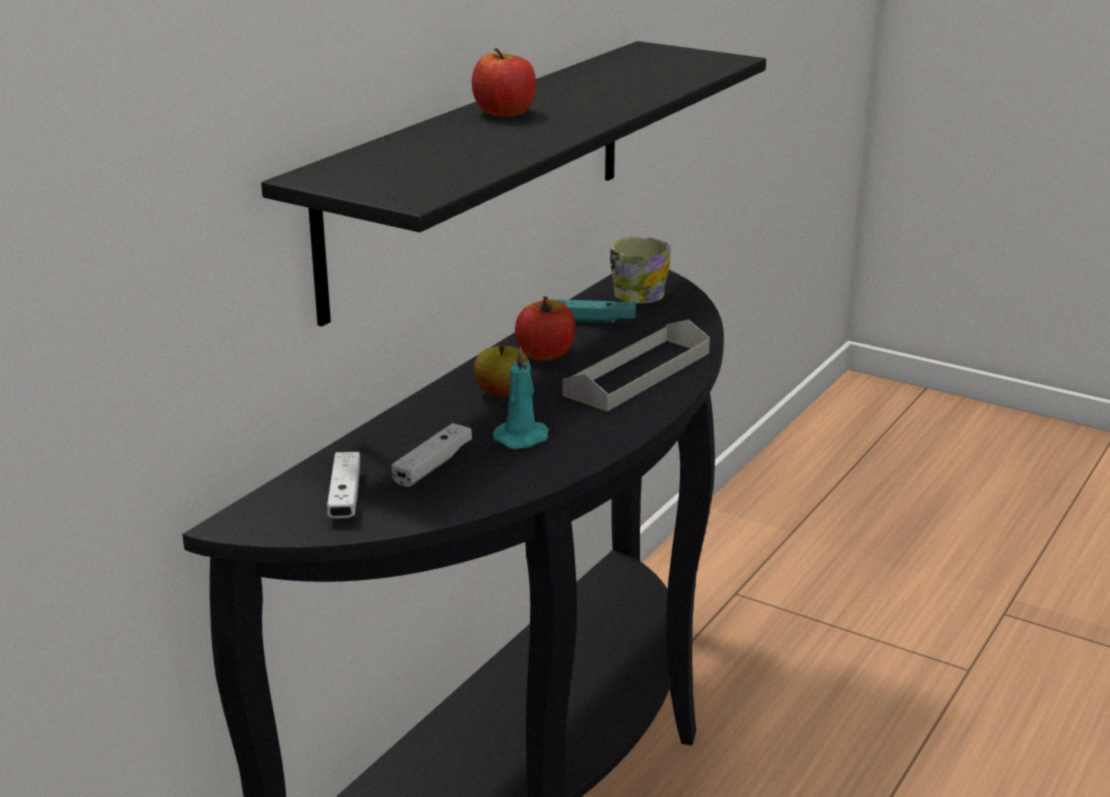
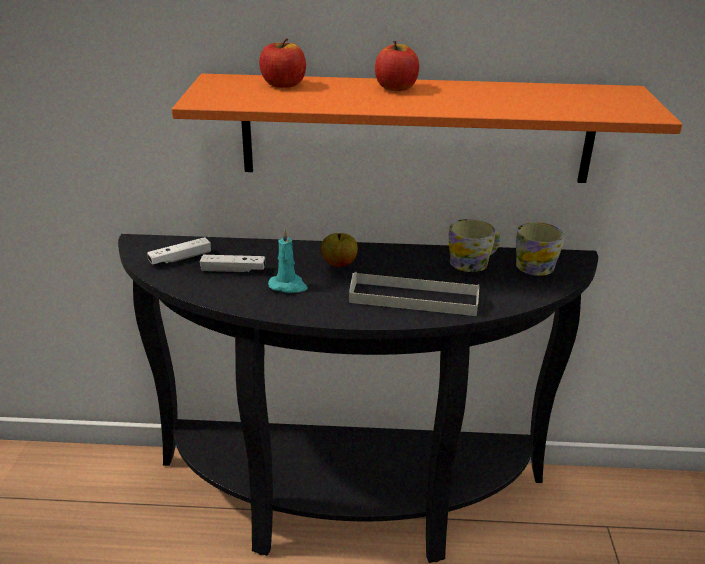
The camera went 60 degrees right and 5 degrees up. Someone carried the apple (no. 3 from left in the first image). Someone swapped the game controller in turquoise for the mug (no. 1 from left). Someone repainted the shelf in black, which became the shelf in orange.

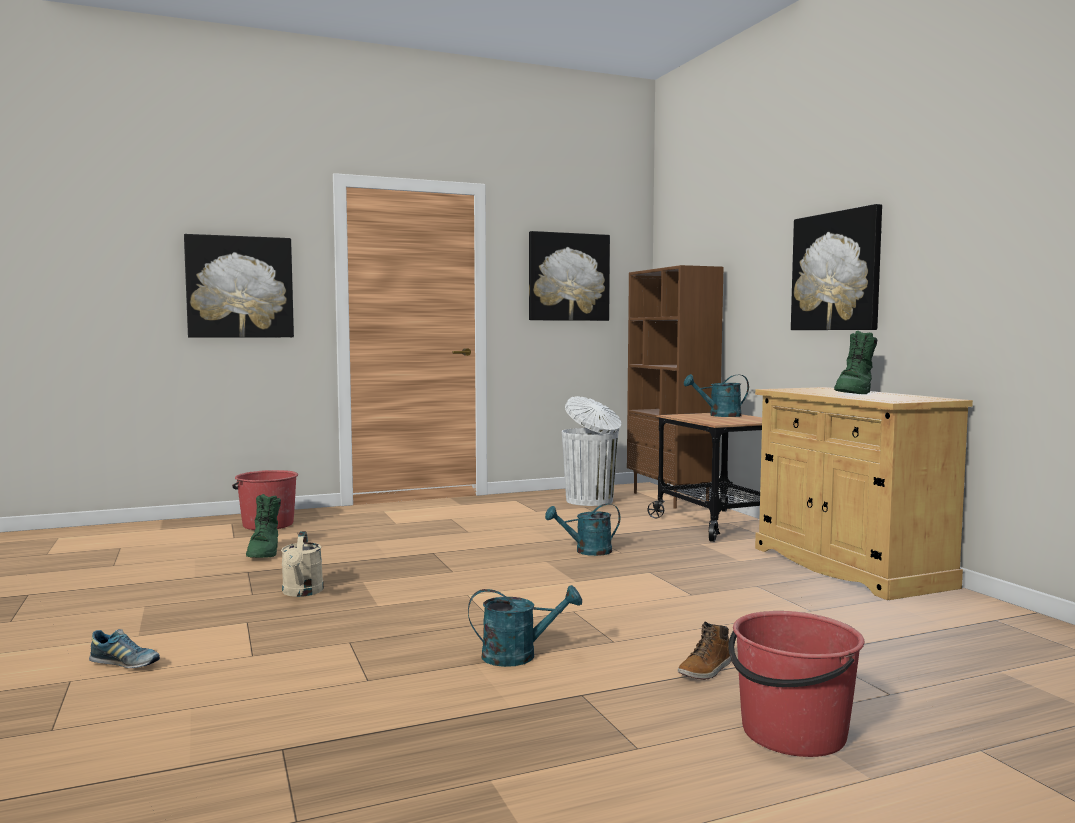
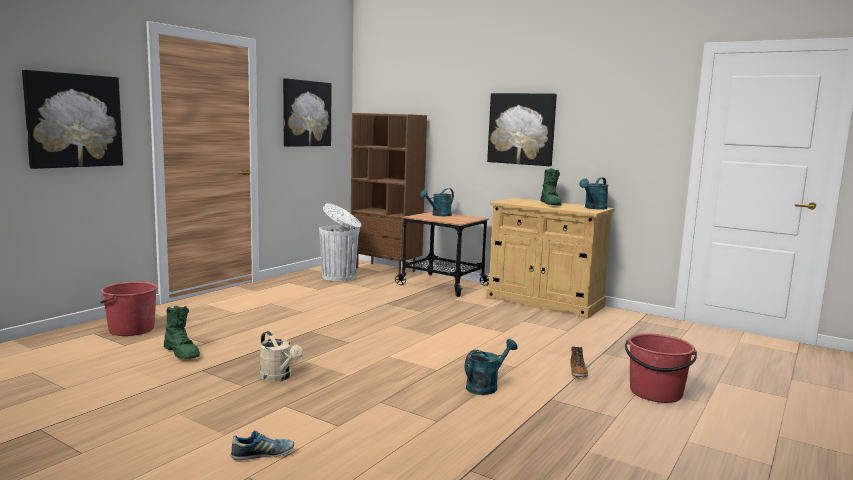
The camera went 35 degrees left and 5 degrees up. Someone carried the watering can in turquoise (no. 2 from left in the first image).

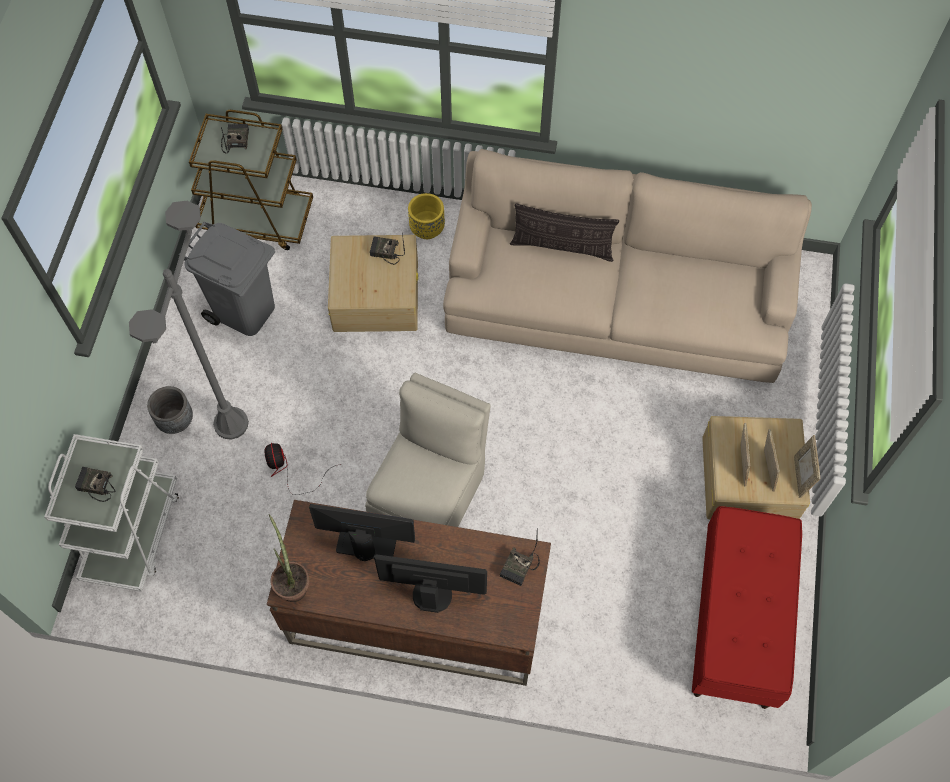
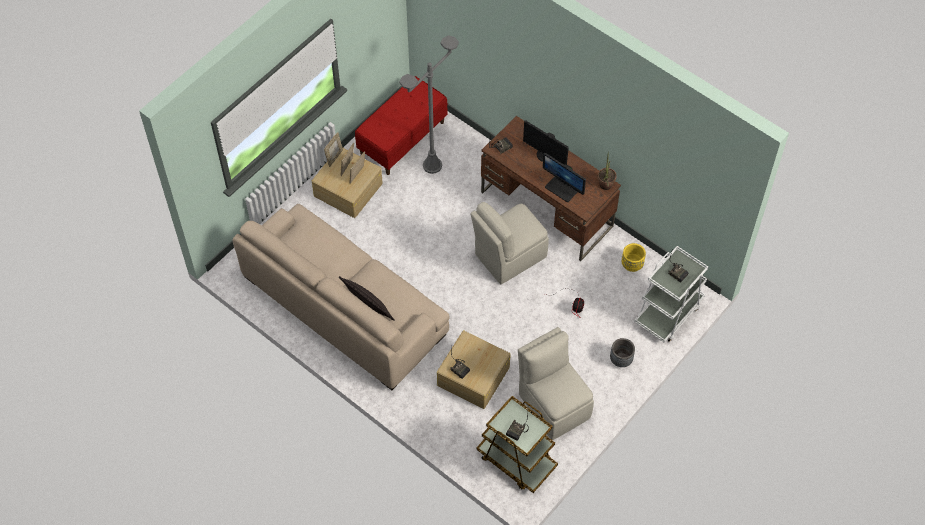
The camera went 150 degrees left and 5 degrees down. Someone carried the floor lamp in grey. Someone carried the planter in yellow. Someone swapped the trash can in grey for the chair in beige (no. 2 from left).

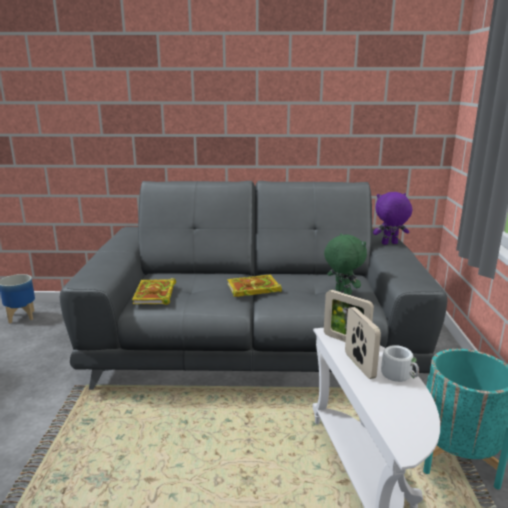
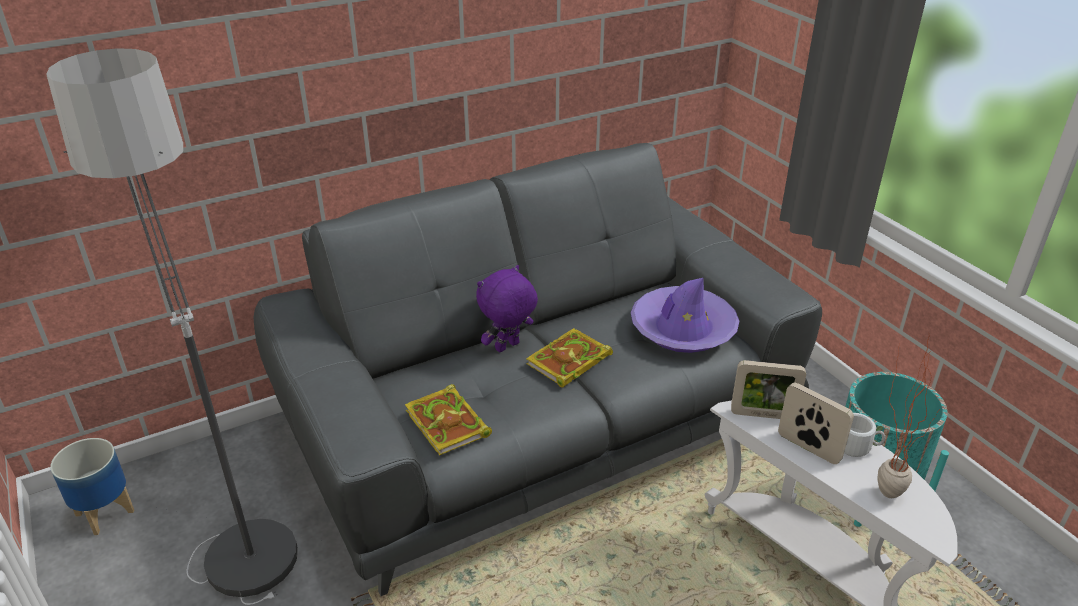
The camera went 30 degrees left and 15 degrees up. Someone put down the floor lamp. Someone put down the potted plant. Someone carried the plush toy in purple. Someone swapped the plush toy in green for the hat in purple.

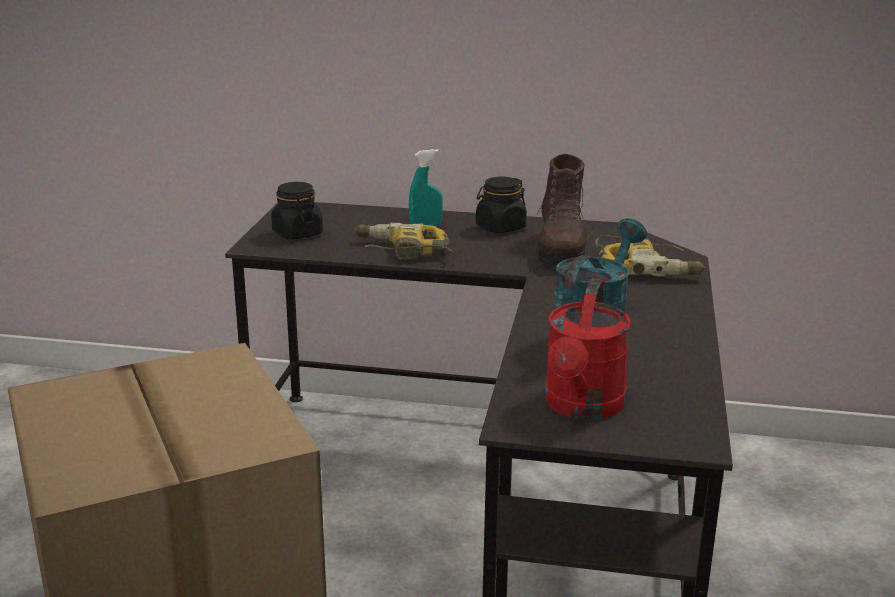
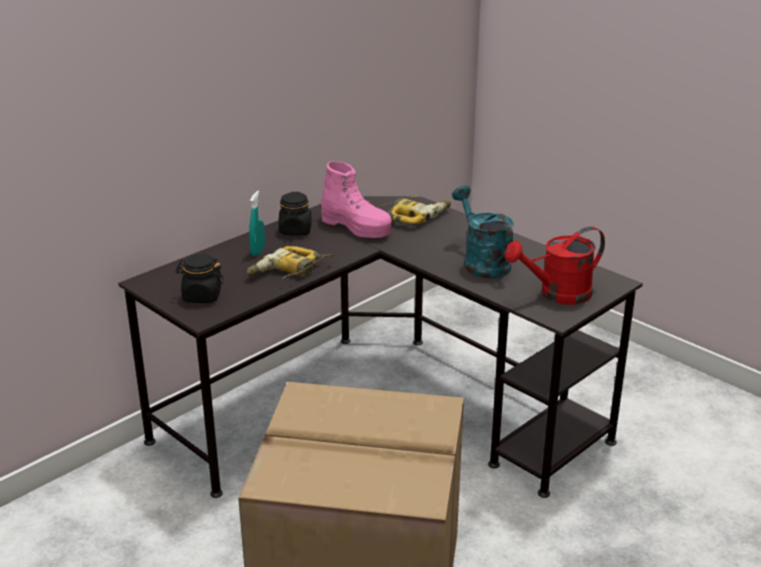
The camera went 55 degrees left and 5 degrees up. Someone repainted the boot in brown, which became the boot in pink. Someone rotated the watering can in red by 105 degrees clockwise.

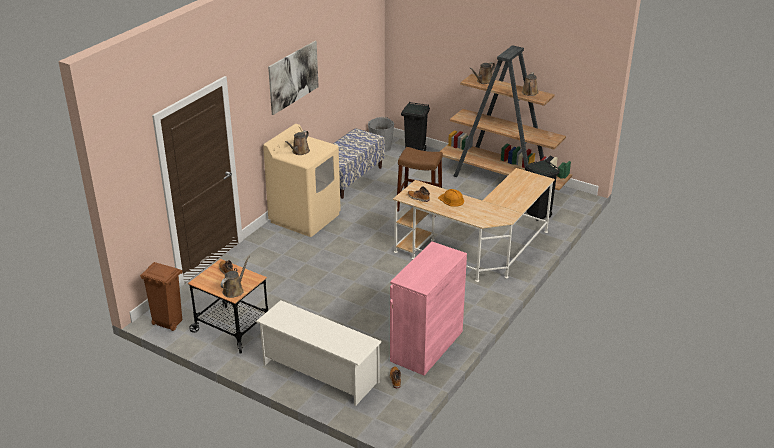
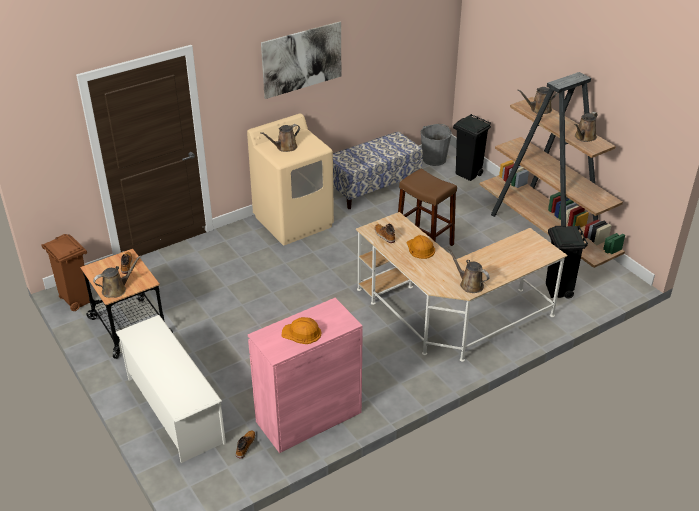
The camera went 25 degrees right and 5 degrees up. Someone put down the hard hat in orange (no. 1 from left). Someone put down the watering can in brown (no. 3 from left).

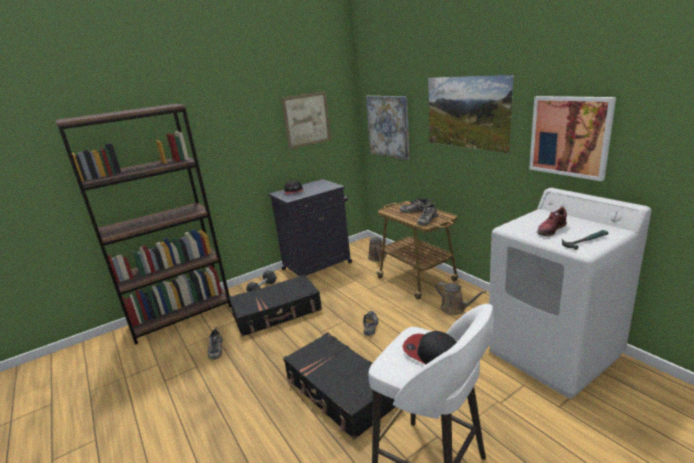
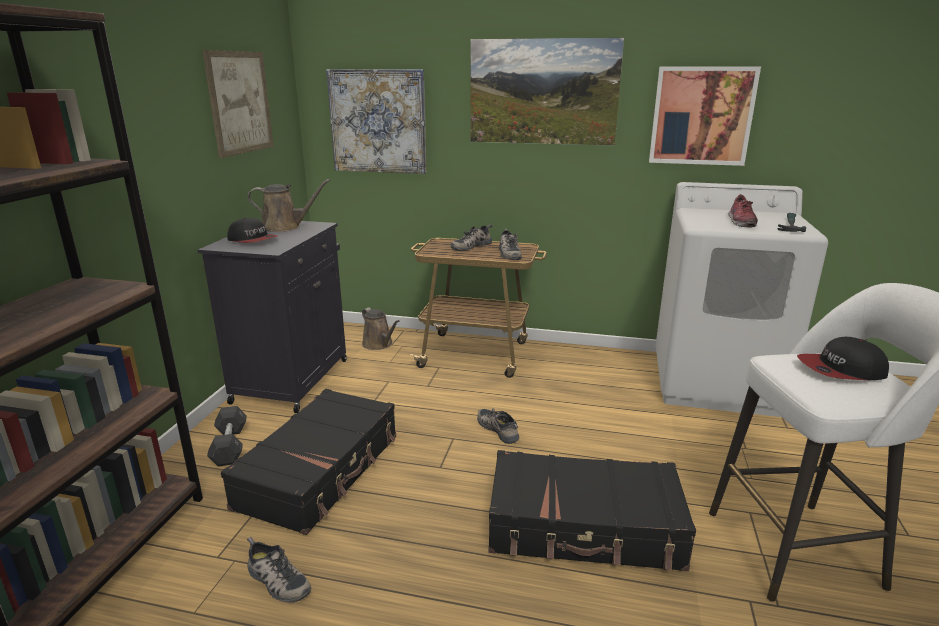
The camera went 45 degrees left and 0 degrees up. Someone carried the watering can in brown (no. 2 from left in the first image).

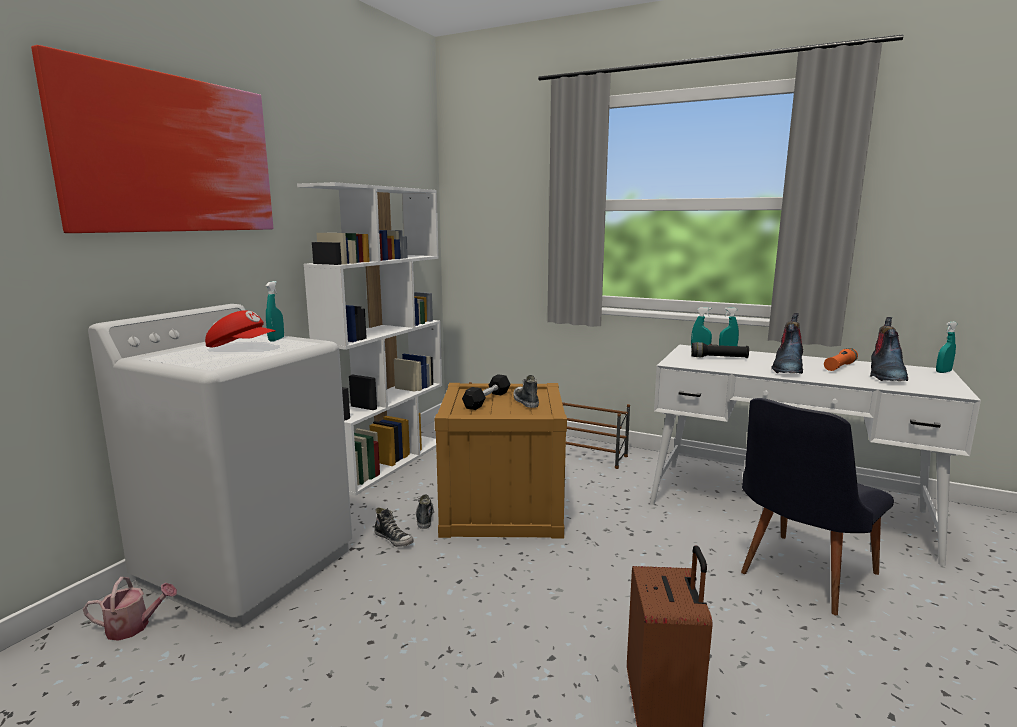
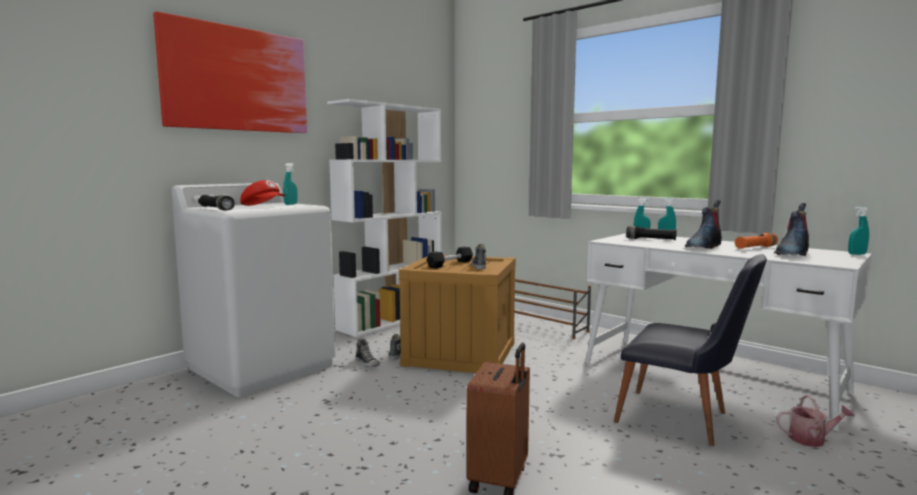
The camera went 15 degrees right and 5 degrees down. Someone put down the flashlight in black (no. 1 from left). Someone carried the watering can. Someone rotated the chair in black by 120 degrees counterclockwise.

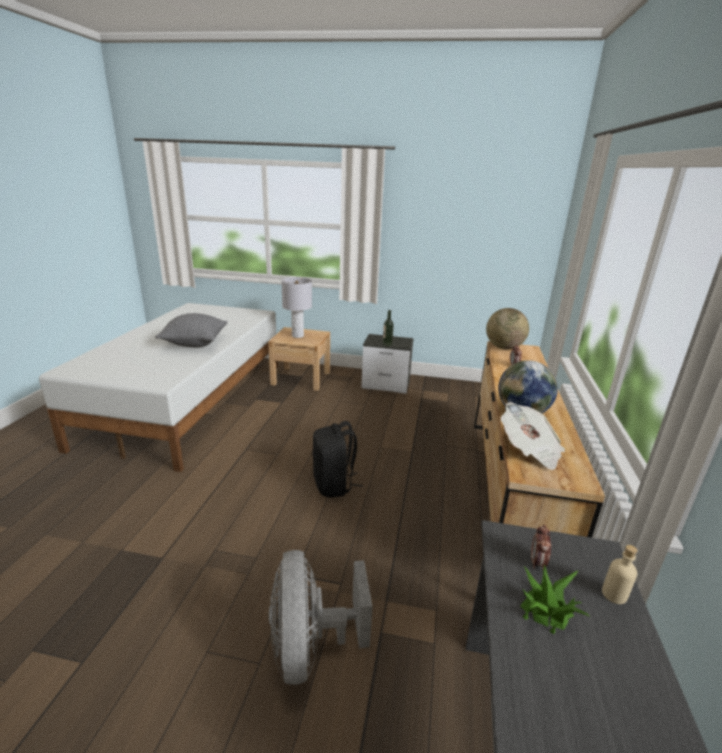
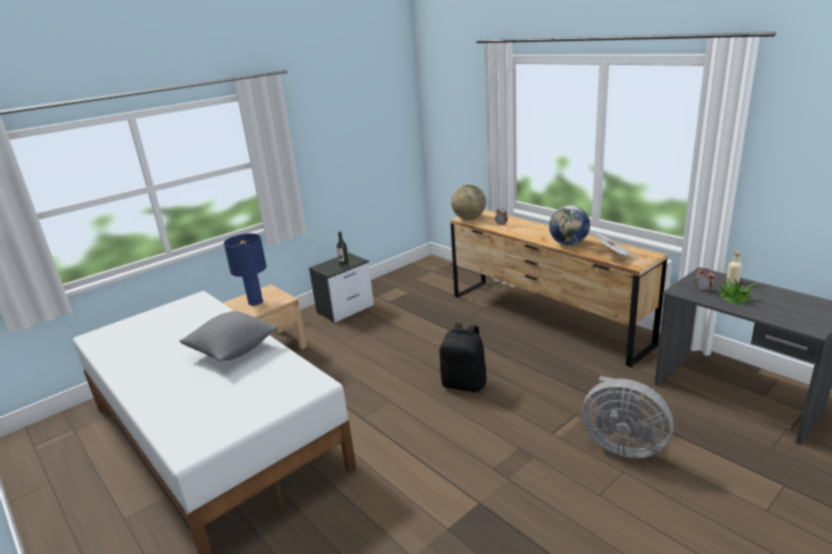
The camera went 50 degrees left and 0 degrees up. Someone repainted the table lamp in grey, which became the table lamp in blue.

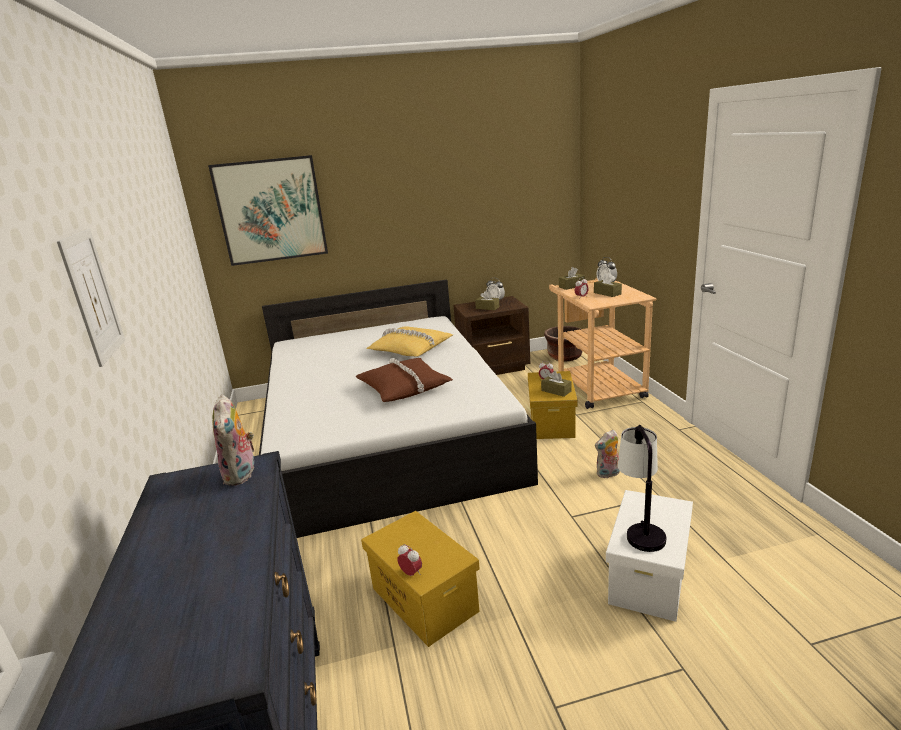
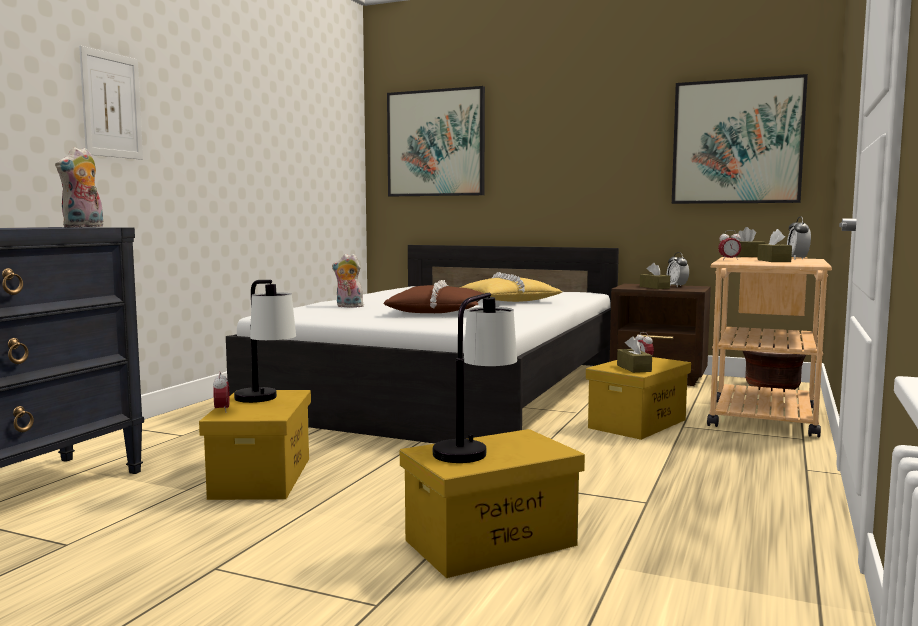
The camera went 35 degrees right and 15 degrees down. Someone put down the table lamp (no. 1 from left). Someone put up the picture (no. 3 from left). Someone carried the plush toy (no. 2 from left). Someone repainted the storage box in white, which became the storage box in yellow (no. 2 from left).

